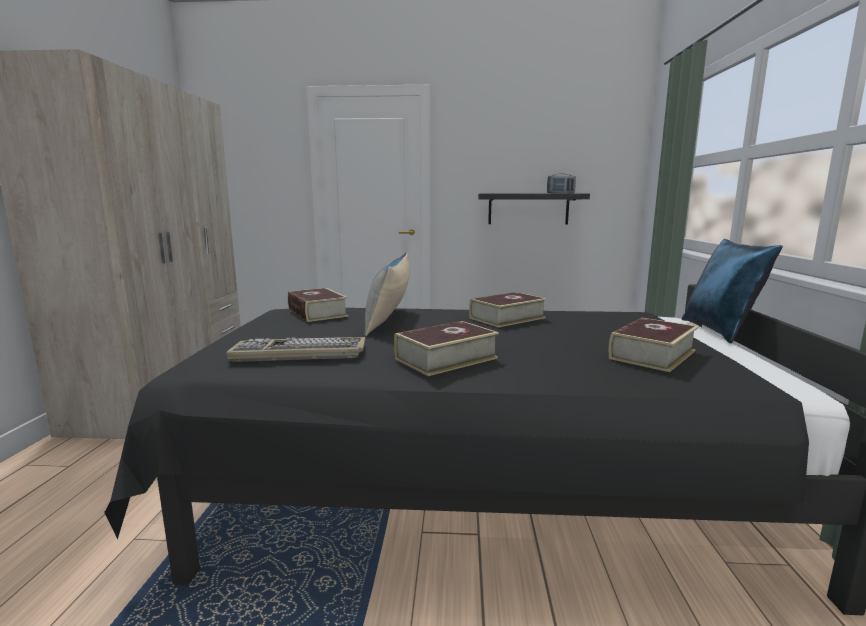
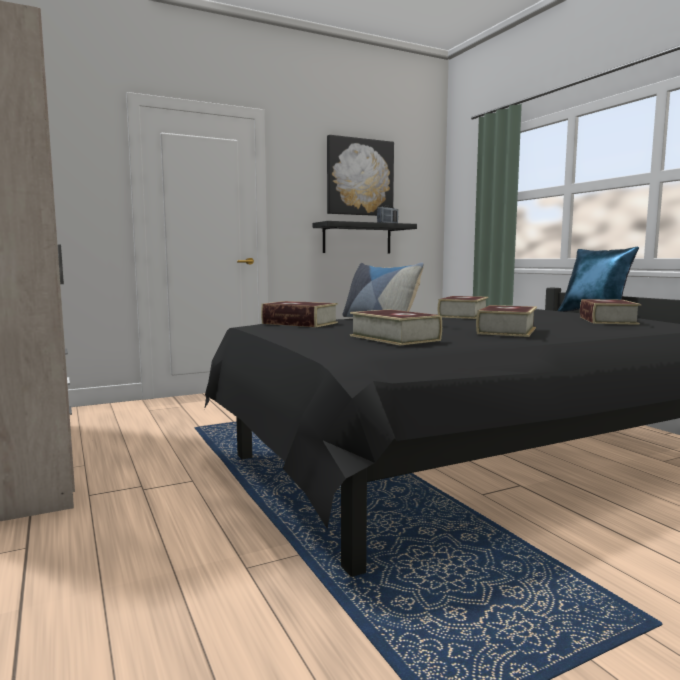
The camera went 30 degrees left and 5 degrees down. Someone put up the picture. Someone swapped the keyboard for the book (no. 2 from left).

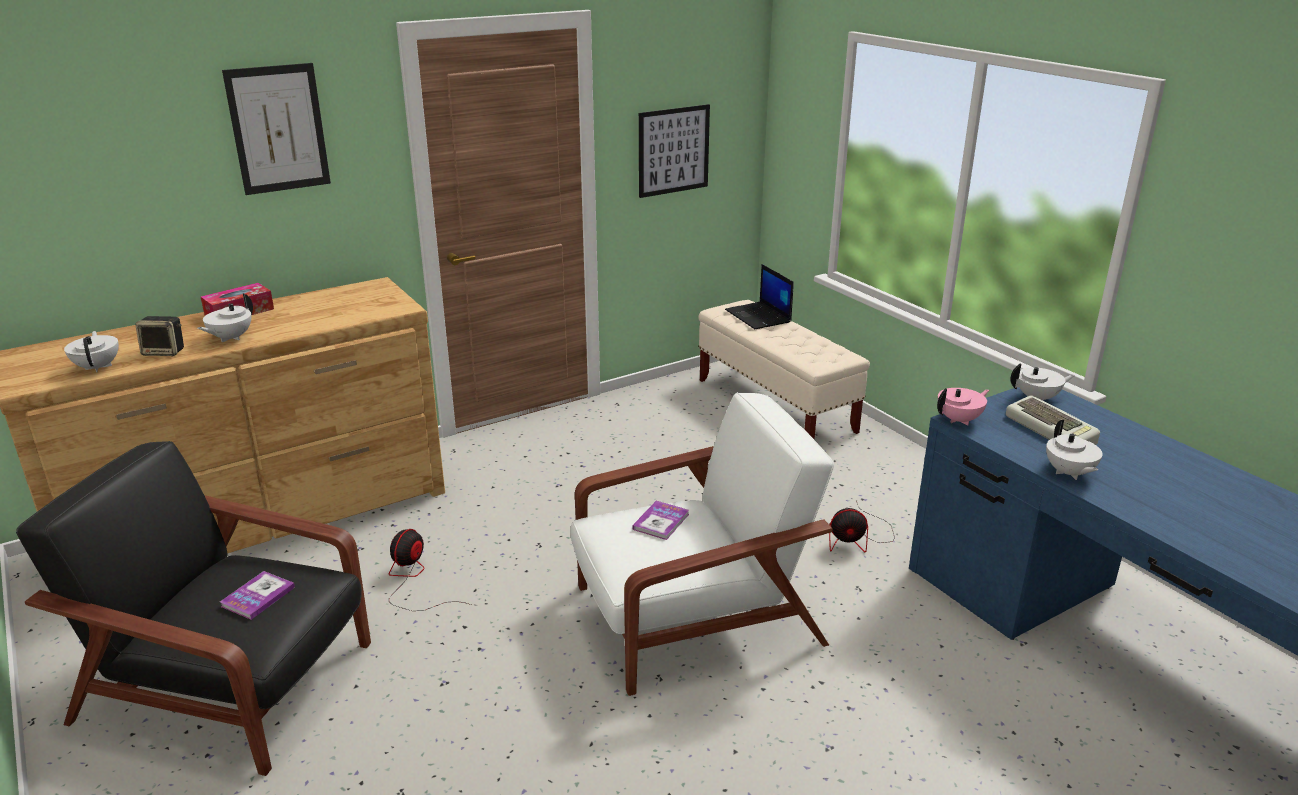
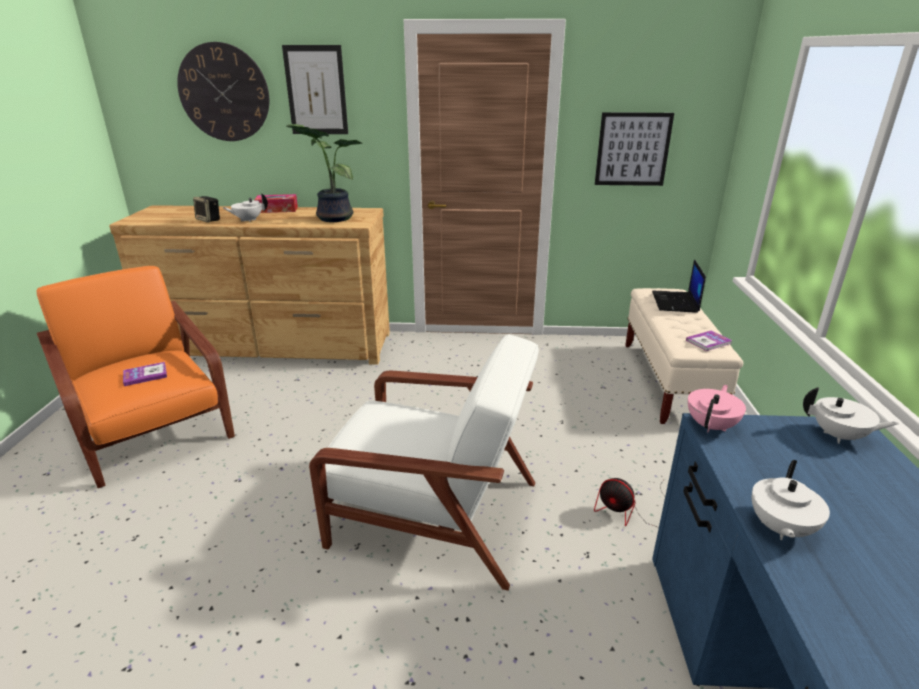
The camera went 35 degrees right and 0 degrees up. Someone took away the teapot in white (no. 1 from left). Someone took away the fan (no. 1 from left). Someone took away the keyboard. Someone put up the wall clock. Someone put down the potted plant. Someone carried the book (no. 2 from left). Someone repainted the armchair in black, which became the armchair in orange. Someone rotated the teapot in pink by 60 degrees counterclockwise.

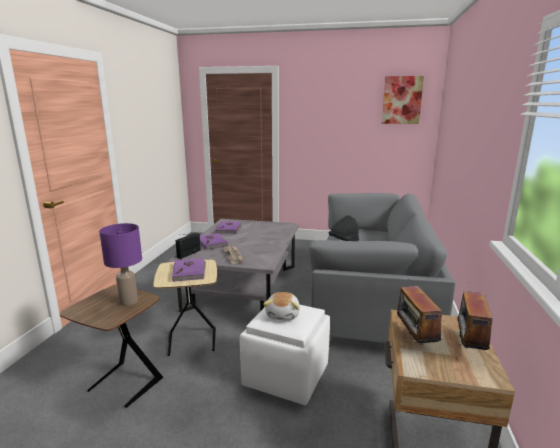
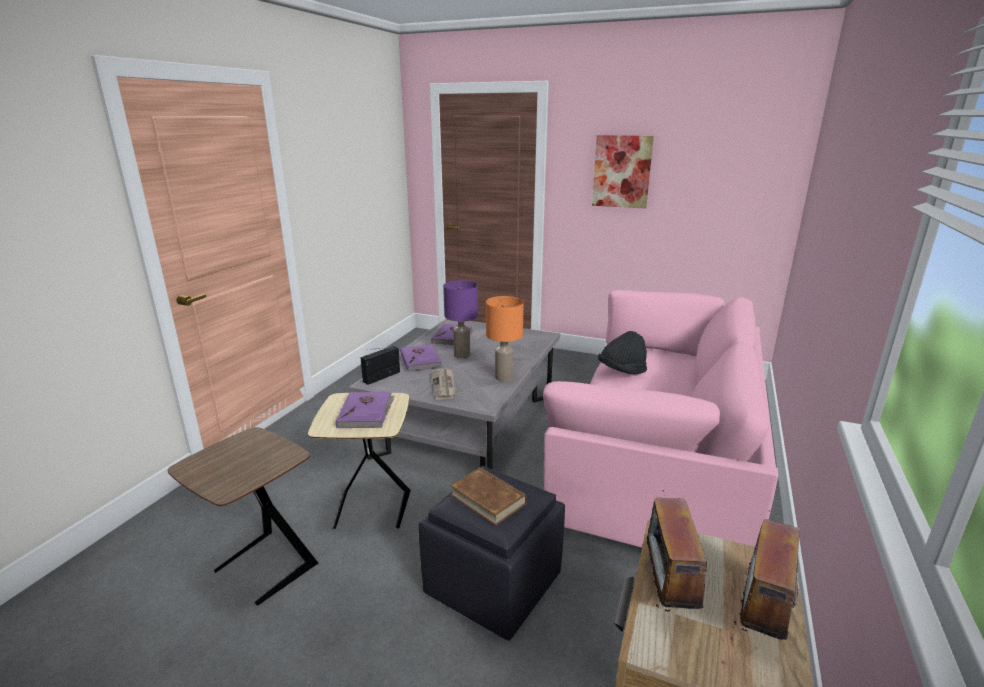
The camera went 10 degrees right and 5 degrees up. Someone put down the table lamp in orange. Someone carried the table lamp in purple. Someone carried the picture. Someone swapped the plush toy for the book in brown. Someone repainted the ottoman in white, which became the ottoman in black. Someone repainted the sofa in grey, which became the sofa in pink.

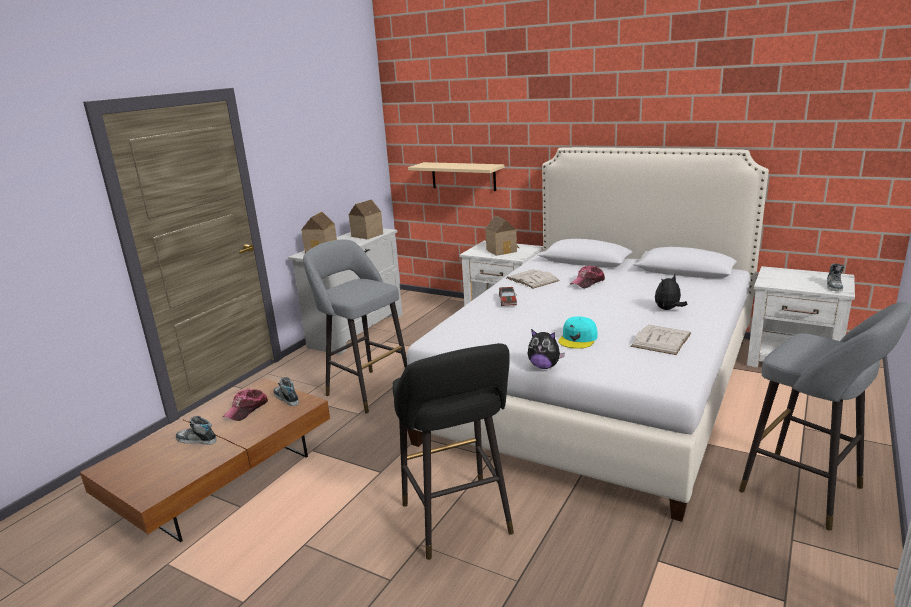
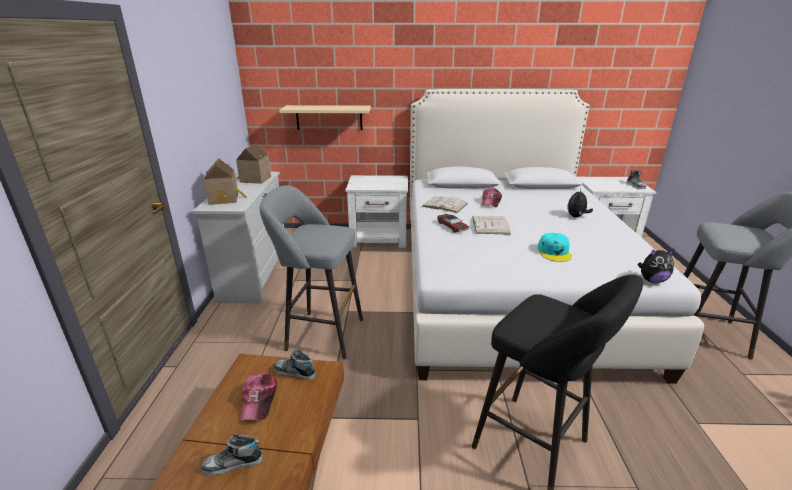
The camera went 30 degrees left and 5 degrees up. Someone took away the toy house (no. 3 from left). Someone carried the plush toy (no. 1 from left in the first image). Someone carried the book in white (no. 2 from left).

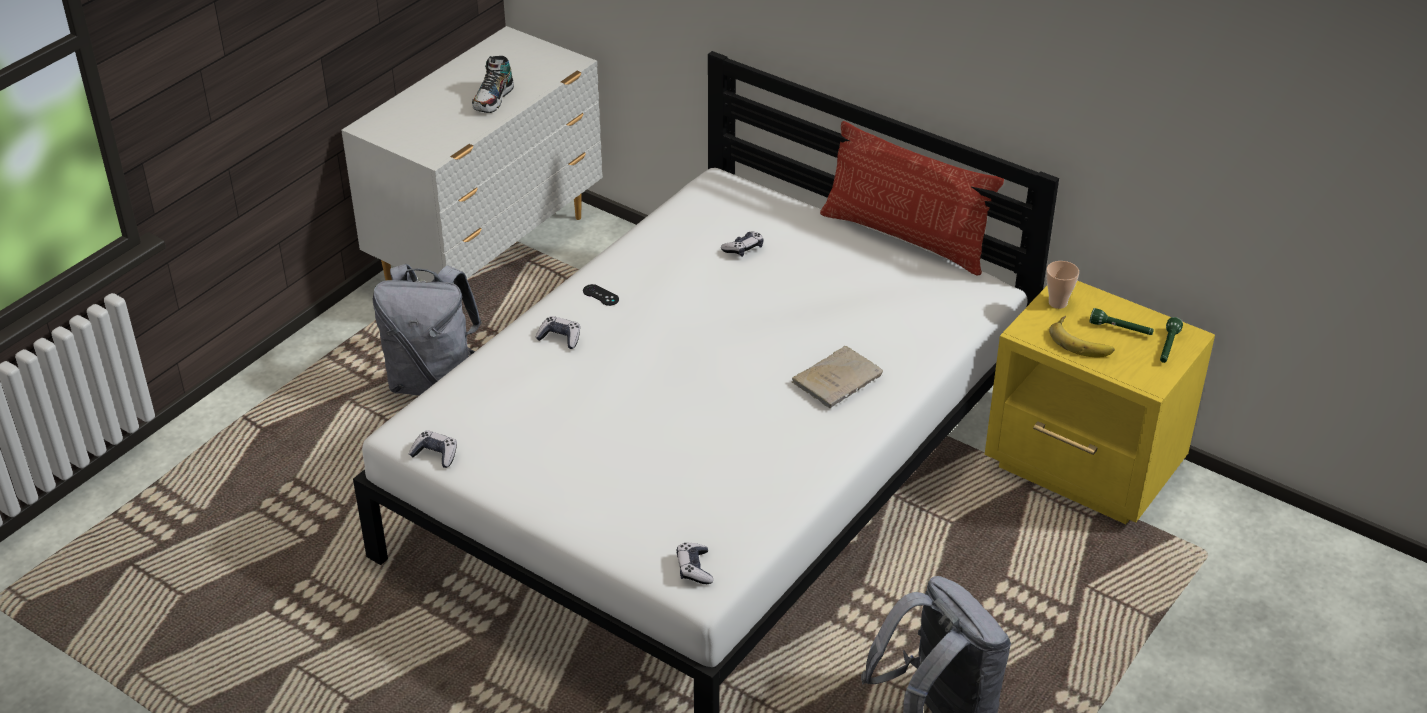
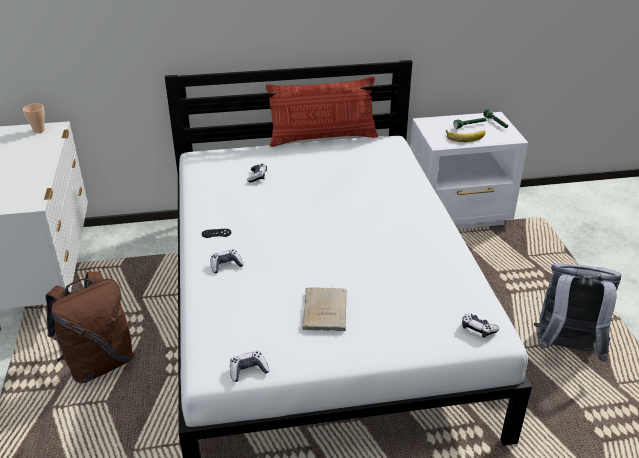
The camera went 45 degrees left and 5 degrees down. Someone took away the shoe. Someone carried the book in beige. Someone carried the cup. Someone repainted the backpack in grey (no. 1 from left), which became the backpack in brown. Someone repainted the nightstand in yellow, which became the nightstand in white.

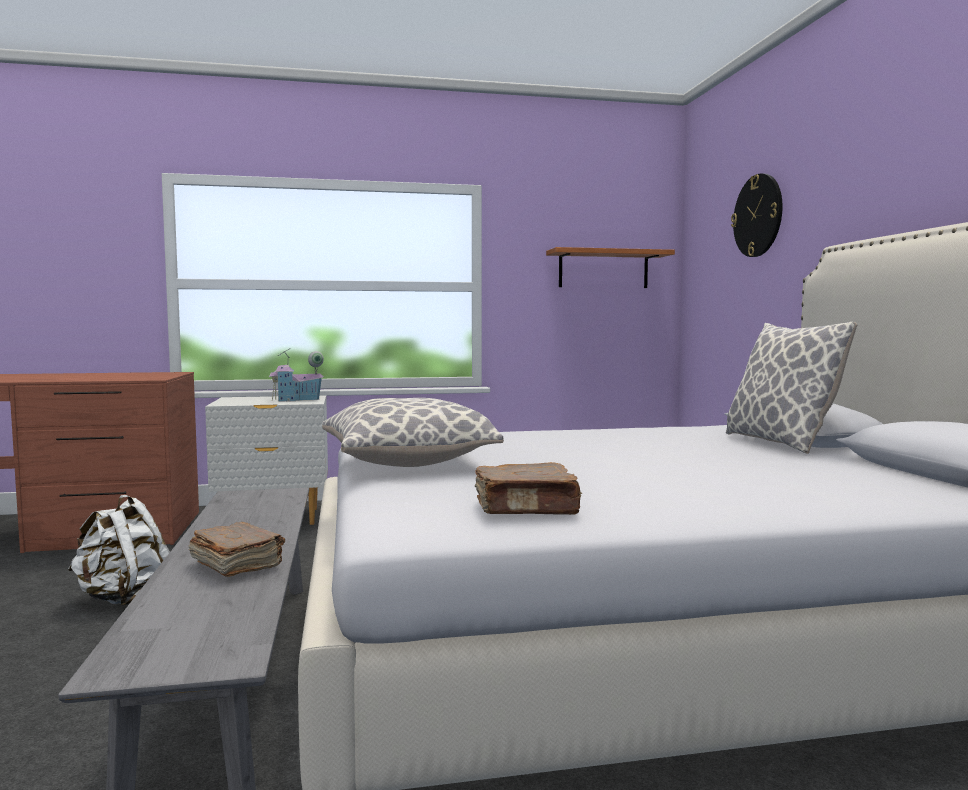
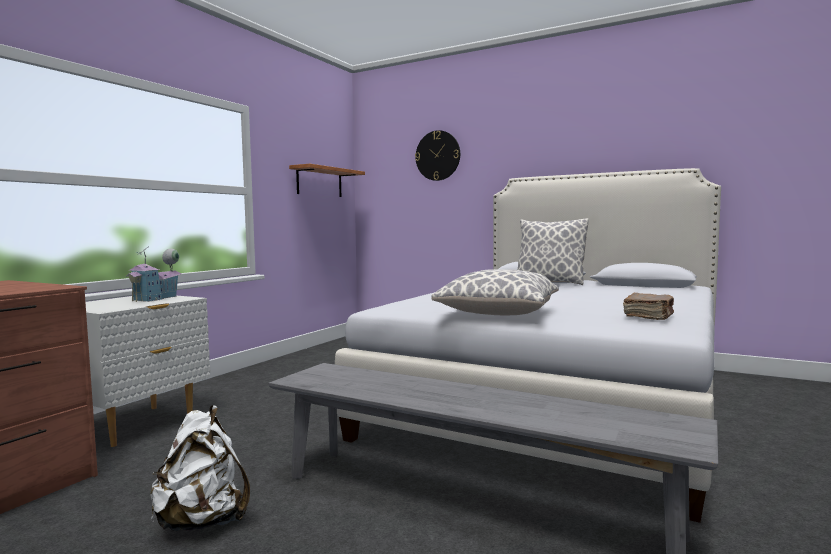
The camera went 50 degrees left and 0 degrees up. Someone took away the book in brown (no. 1 from left).

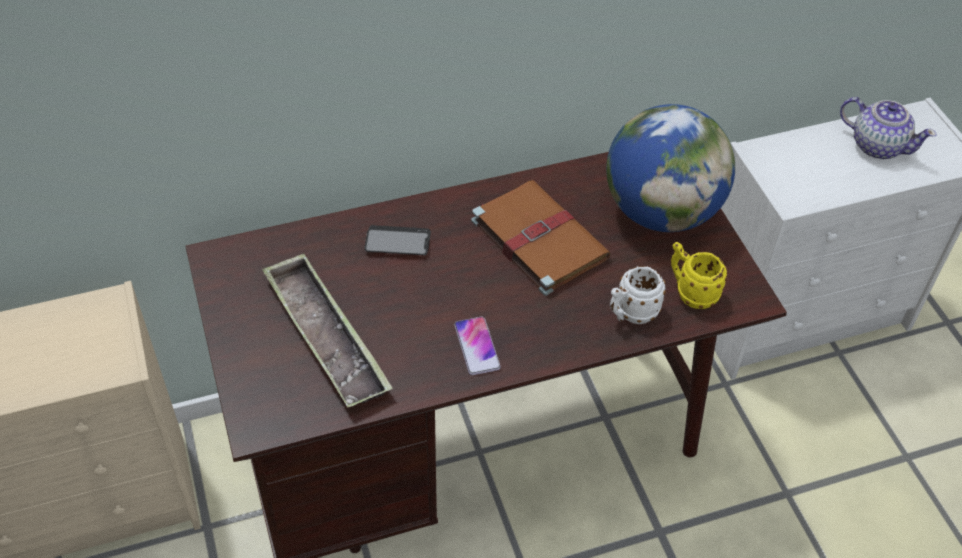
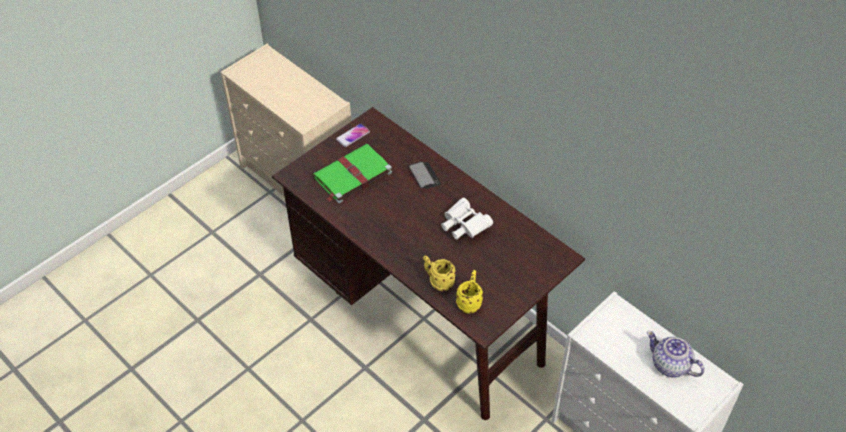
The camera went 65 degrees right and 0 degrees up. Someone took away the globe. Someone carried the phone (no. 2 from left in the first image). Someone swapped the tray for the book in green. Someone swapped the book in brown for the binoculars in white. Someone repainted the mug in white, which became the mug in yellow (no. 1 from left). Someone rotated the teapot by 120 degrees clockwise.

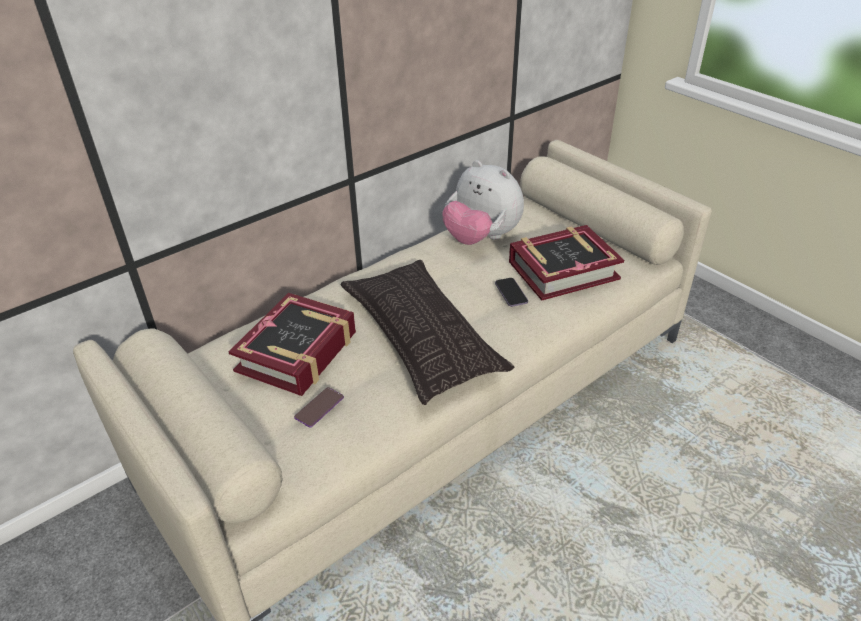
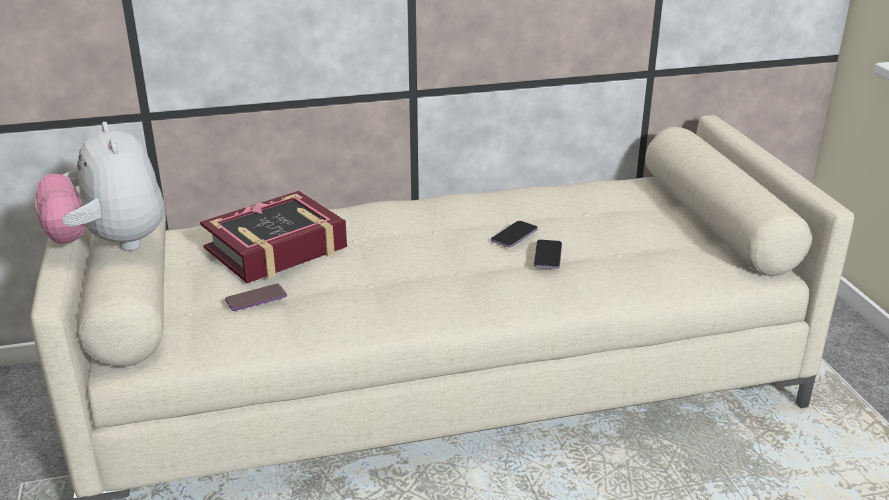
The camera went 25 degrees right and 10 degrees down. Someone took away the pillow. Someone took away the book (no. 2 from left). Someone put down the phone (no. 2 from left). Someone carried the plush toy.

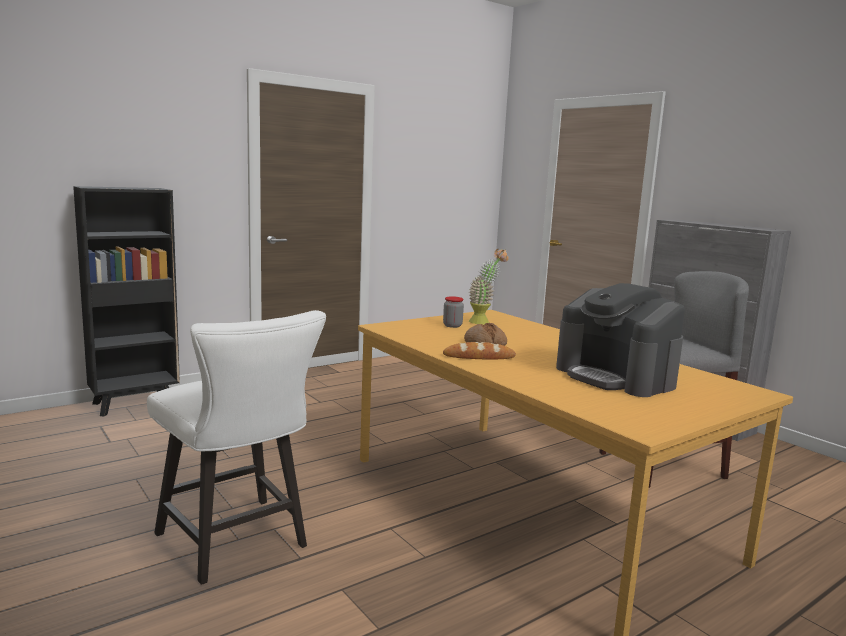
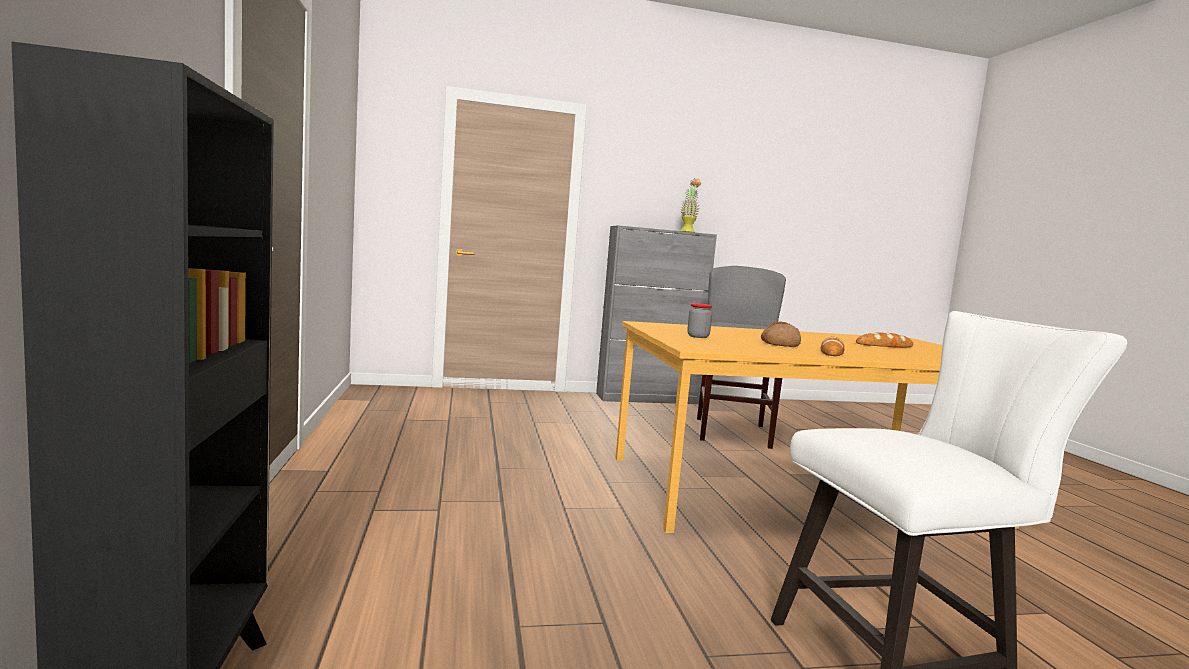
The camera went 65 degrees left and 5 degrees down. Someone carried the potted plant. Someone swapped the coffee machine for the bread (no. 3 from left).

